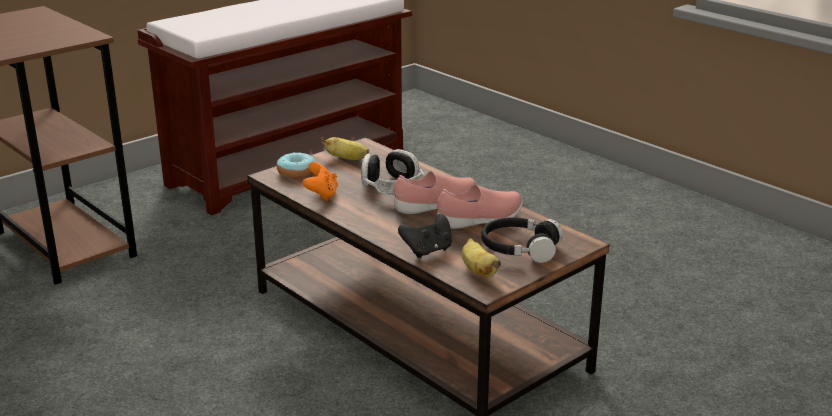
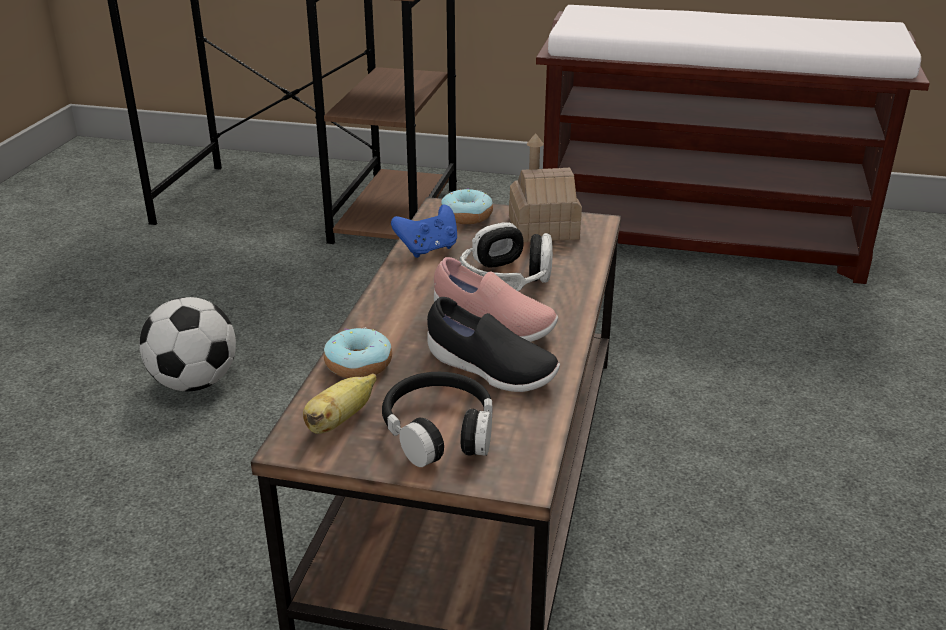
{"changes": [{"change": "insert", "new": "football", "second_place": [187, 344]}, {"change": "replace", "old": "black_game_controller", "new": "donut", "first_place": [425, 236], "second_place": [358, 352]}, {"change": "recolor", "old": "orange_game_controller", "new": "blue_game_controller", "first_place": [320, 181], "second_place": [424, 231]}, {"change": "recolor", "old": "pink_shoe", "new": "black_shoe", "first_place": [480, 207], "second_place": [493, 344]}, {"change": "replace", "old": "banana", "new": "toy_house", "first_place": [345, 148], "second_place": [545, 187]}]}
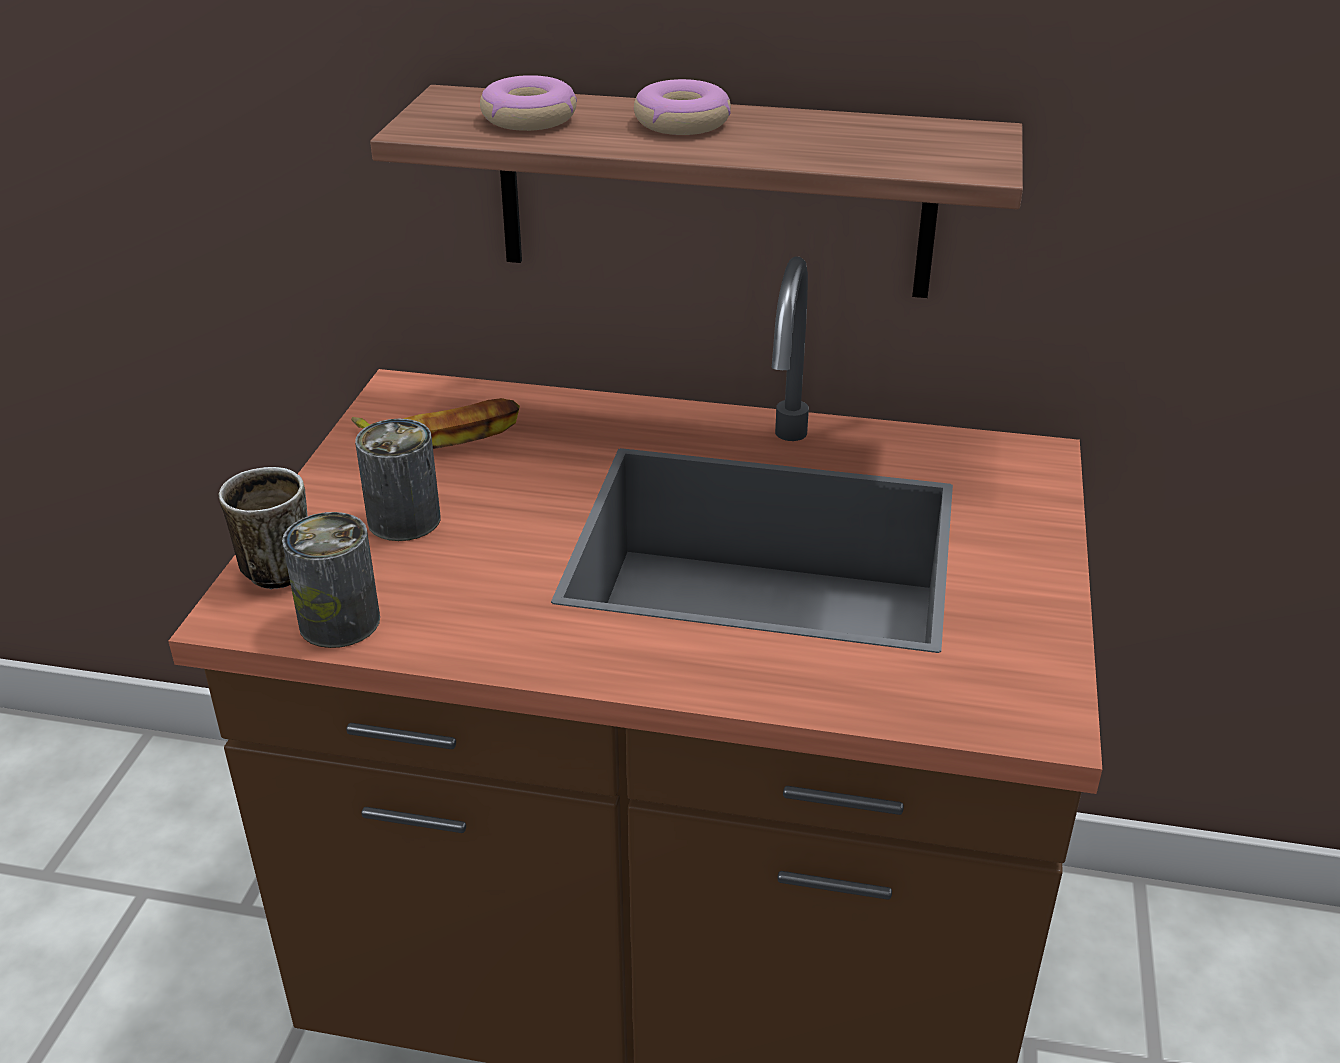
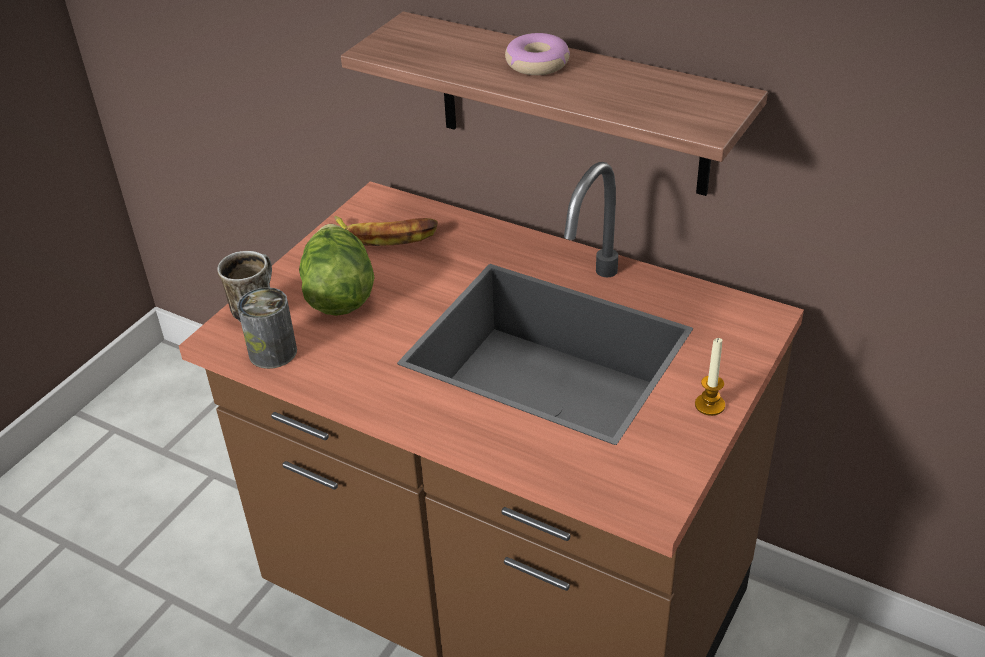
{"changes": [{"change": "replace", "old": "can", "new": "lettuce", "first_place": [397, 480], "second_place": [337, 270]}, {"change": "insert", "new": "candle", "second_place": [710, 377]}, {"change": "delete", "old": "donut", "first_place": [528, 103]}]}
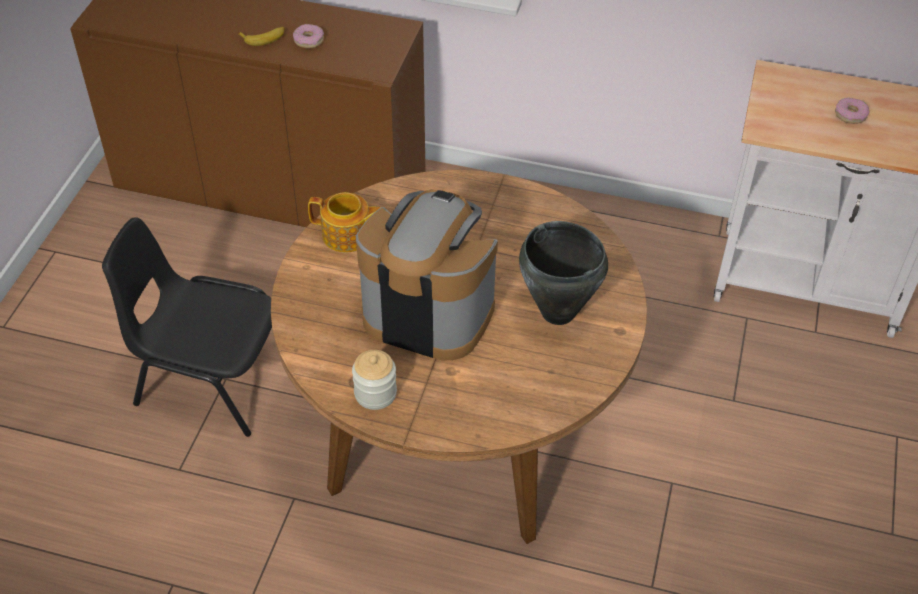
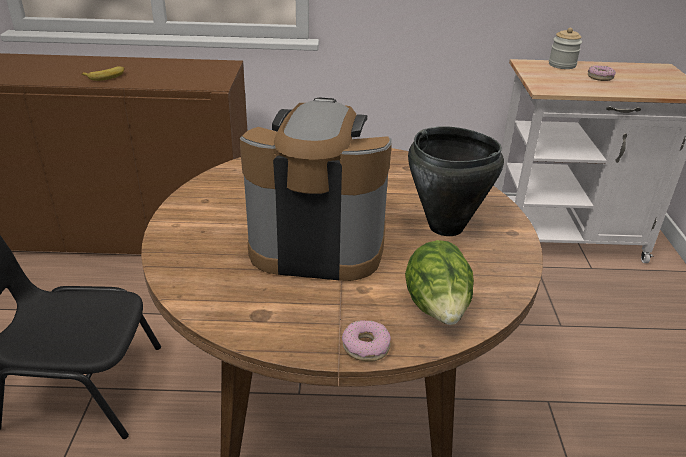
{"changes": [{"change": "move", "old": "donut", "first_place": [308, 36], "second_place": [366, 341]}, {"change": "insert", "new": "lettuce", "second_place": [439, 282]}, {"change": "move", "old": "jar", "first_place": [374, 380], "second_place": [565, 48]}, {"change": "delete", "old": "teapot", "first_place": [344, 222]}]}
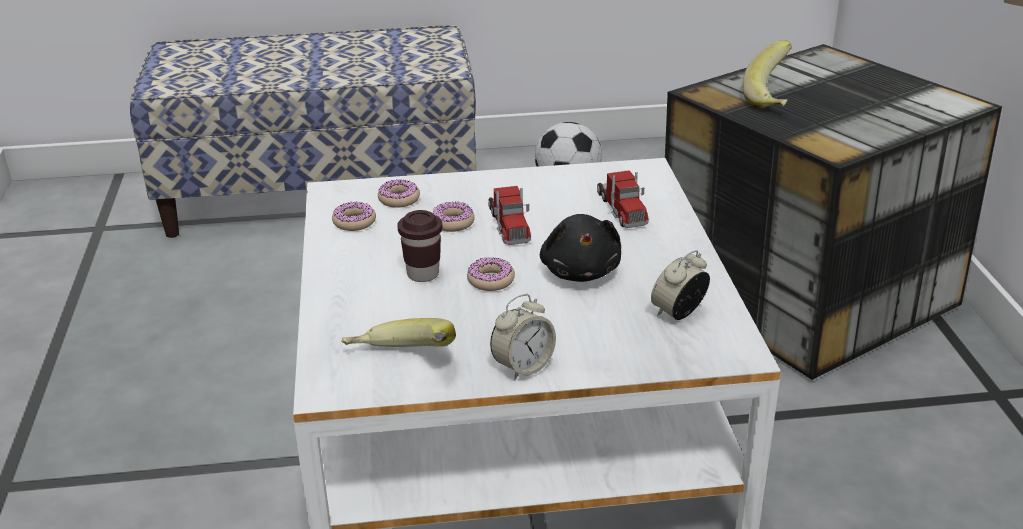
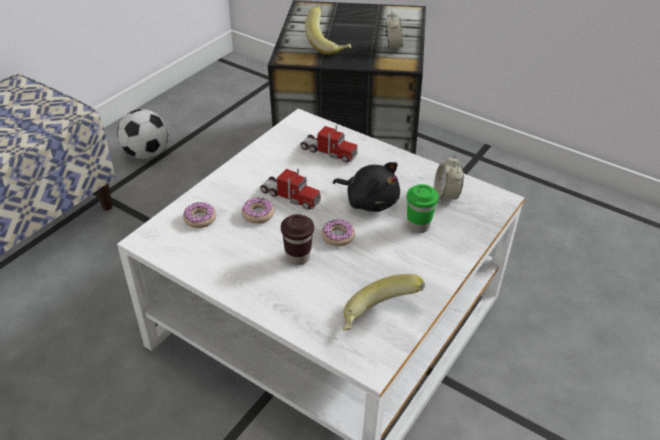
{"changes": [{"change": "move", "old": "alarm_clock", "first_place": [523, 337], "second_place": [394, 31]}, {"change": "insert", "new": "green_cup", "second_place": [423, 208]}, {"change": "delete", "old": "donut", "first_place": [354, 216]}]}
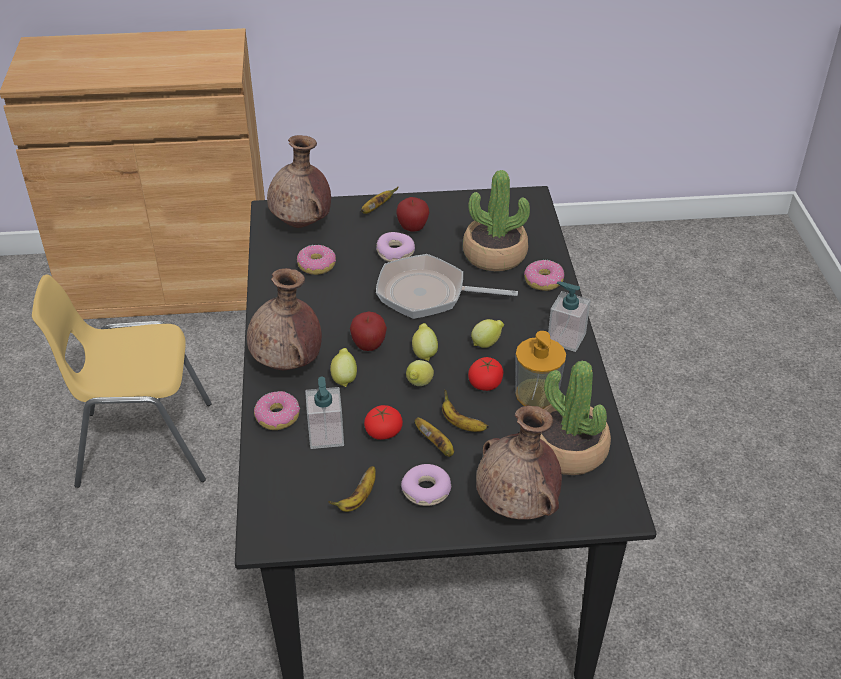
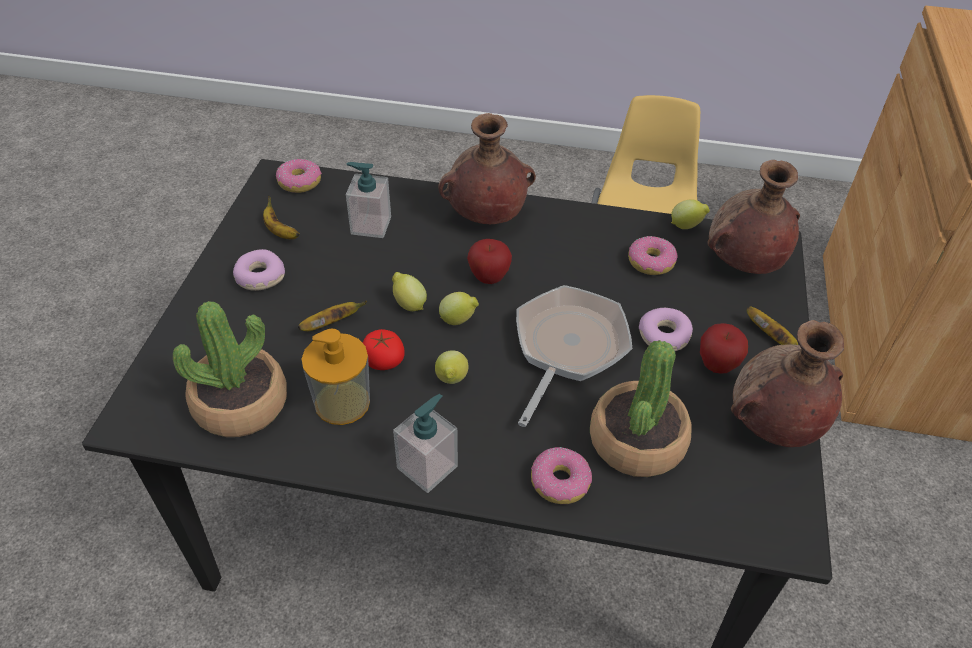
{"changes": [{"change": "move", "old": "donut", "first_place": [277, 410], "second_place": [299, 176]}, {"change": "move", "old": "lemon", "first_place": [343, 367], "second_place": [690, 214]}, {"change": "move", "old": "brown_vase", "first_place": [519, 463], "second_place": [787, 383]}, {"change": "delete", "old": "tomato", "first_place": [383, 422]}, {"change": "delete", "old": "banana", "first_place": [434, 437]}]}
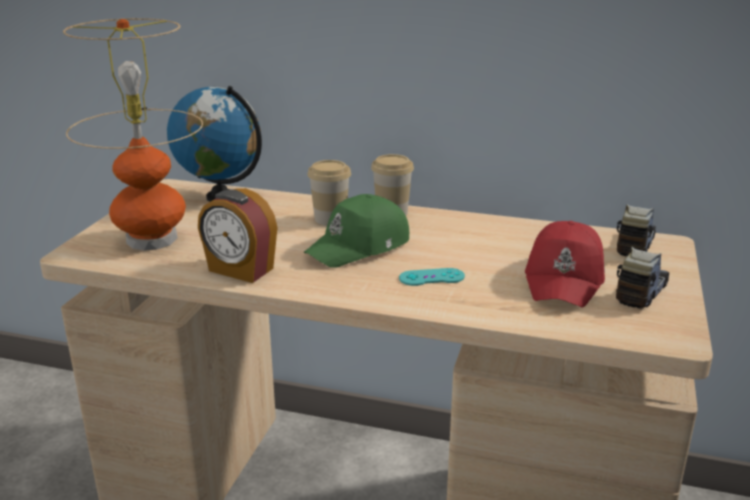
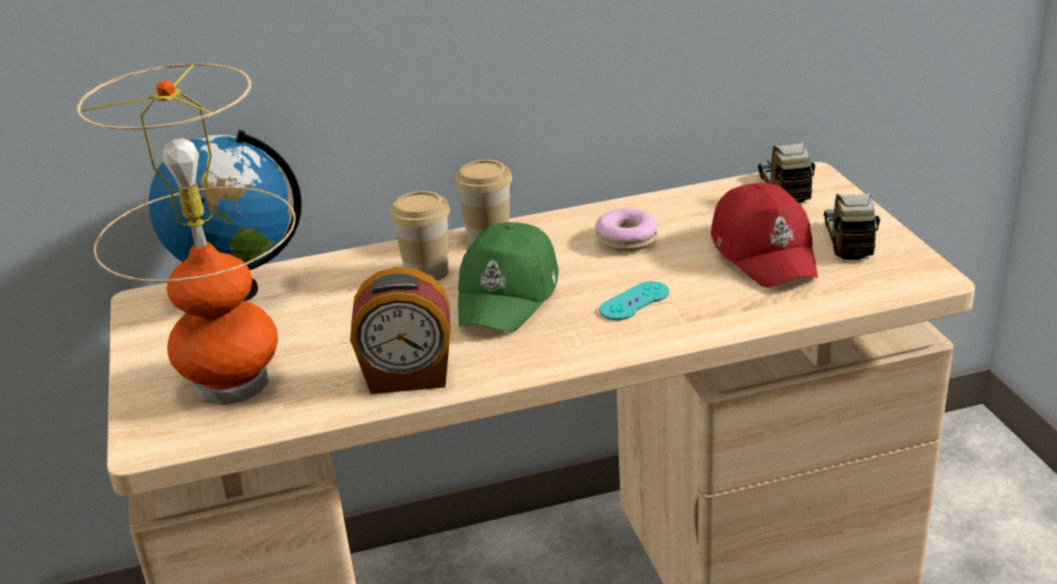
{"changes": [{"change": "insert", "new": "donut", "second_place": [626, 229]}]}
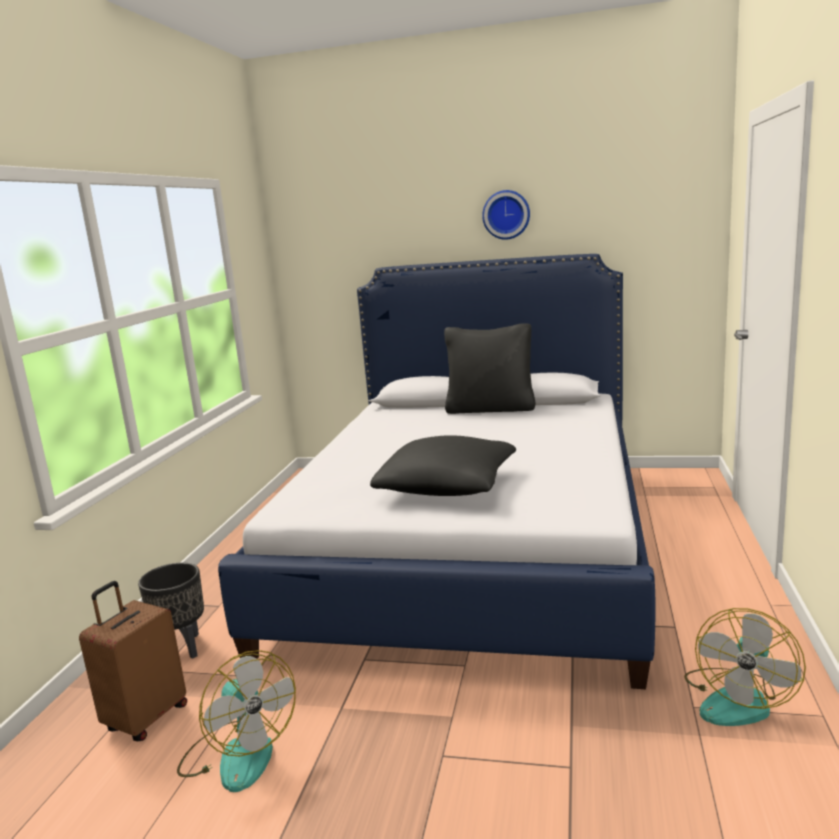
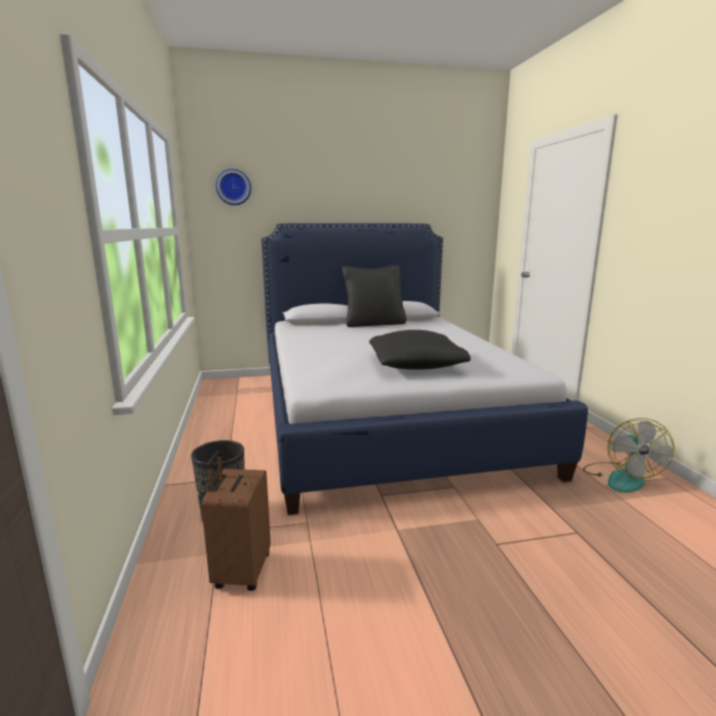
{"changes": [{"change": "move", "old": "wall_clock", "first_place": [506, 215], "second_place": [233, 187]}, {"change": "delete", "old": "fan", "first_place": [236, 721]}]}
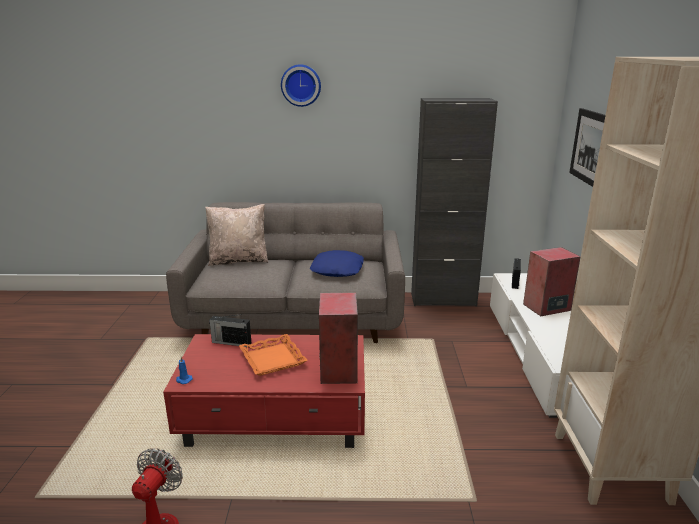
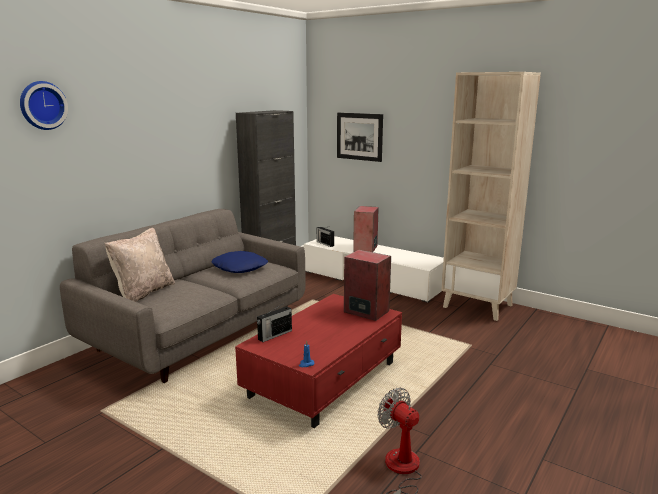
{"changes": [{"change": "move", "old": "wall_clock", "first_place": [301, 85], "second_place": [44, 105]}, {"change": "delete", "old": "orange_tray", "first_place": [273, 355]}]}
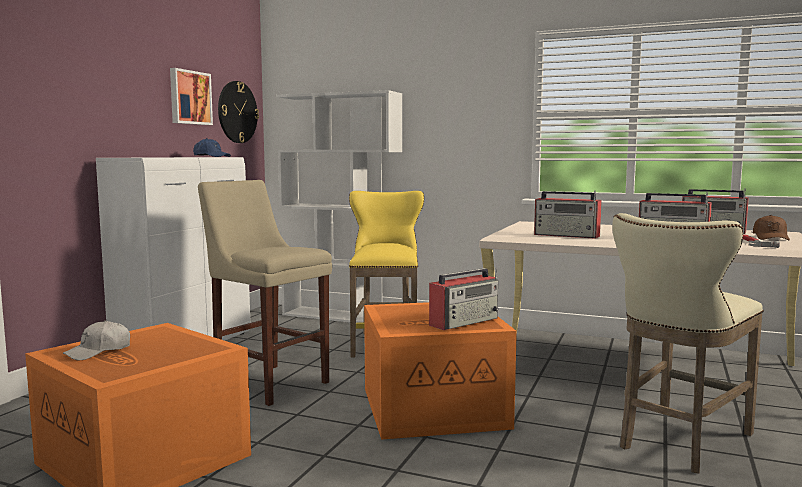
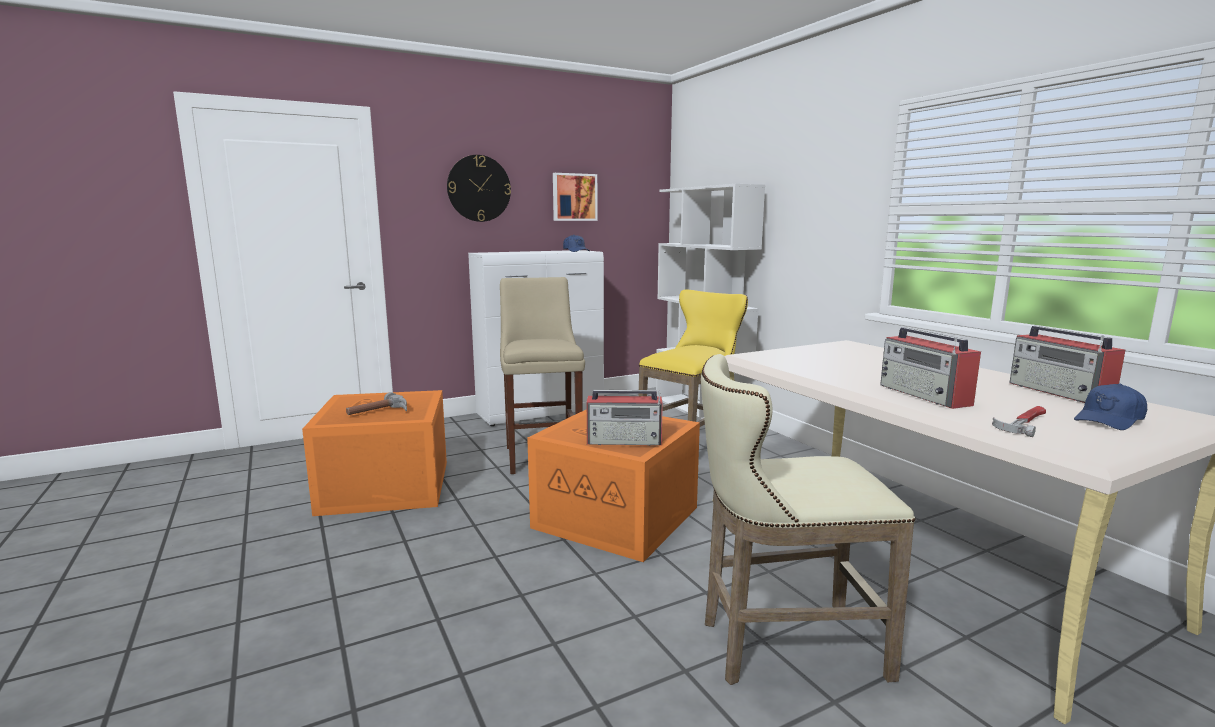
{"changes": [{"change": "insert", "new": "hammer", "second_place": [376, 403]}, {"change": "move", "old": "wall_clock", "first_place": [238, 112], "second_place": [479, 188]}, {"change": "recolor", "old": "brown_cap", "new": "blue_cap", "first_place": [771, 227], "second_place": [1110, 406]}, {"change": "delete", "old": "white_cap", "first_place": [96, 340]}, {"change": "delete", "old": "radio", "first_place": [568, 214]}]}
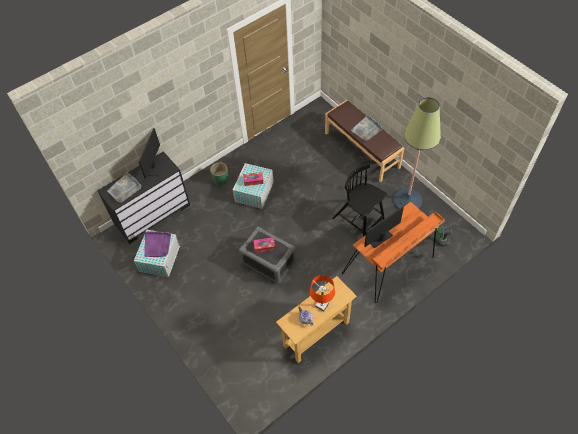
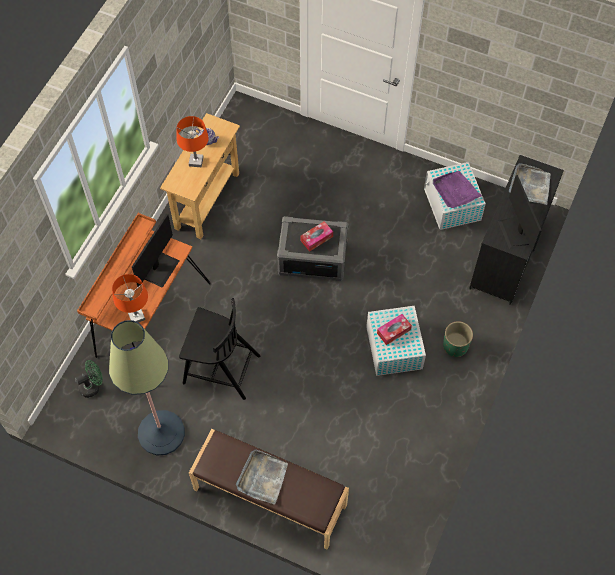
{"changes": [{"change": "insert", "new": "orange_table_lamp", "second_place": [130, 298]}]}
